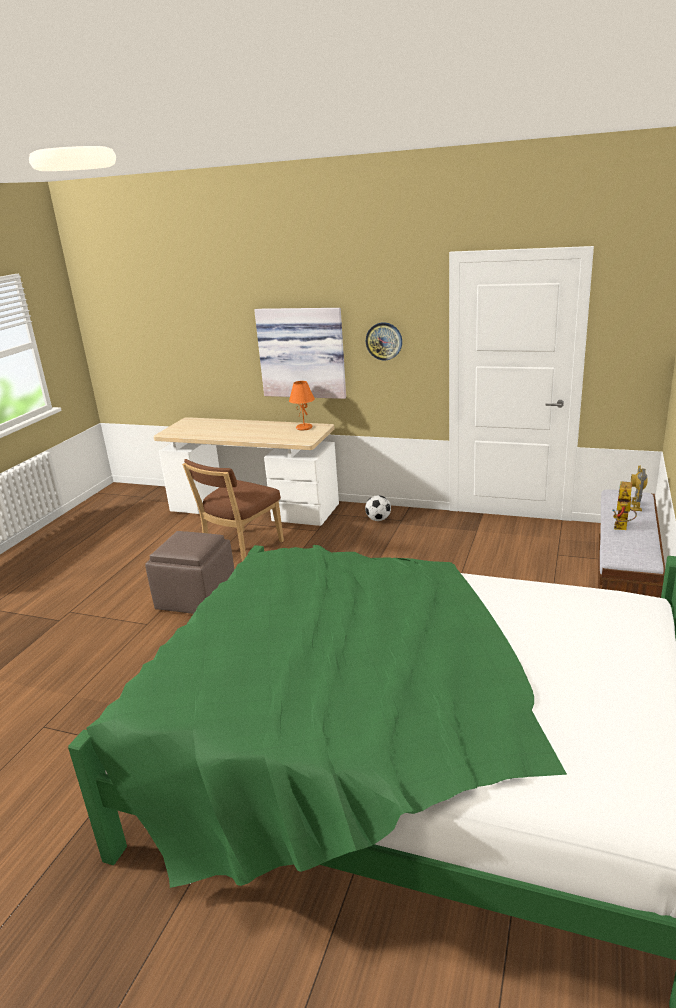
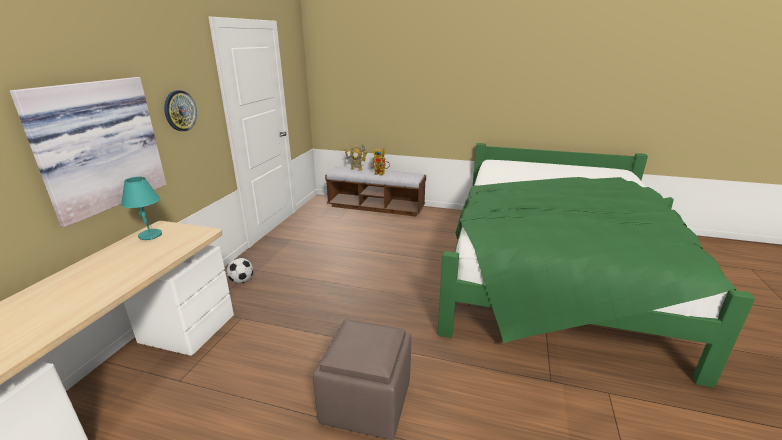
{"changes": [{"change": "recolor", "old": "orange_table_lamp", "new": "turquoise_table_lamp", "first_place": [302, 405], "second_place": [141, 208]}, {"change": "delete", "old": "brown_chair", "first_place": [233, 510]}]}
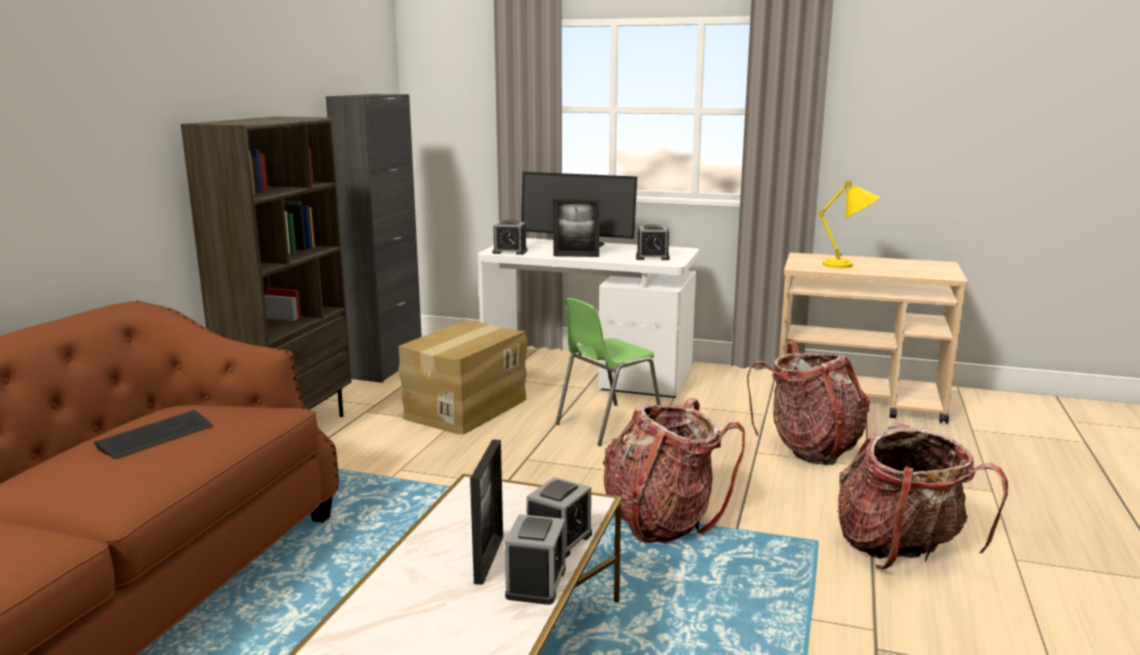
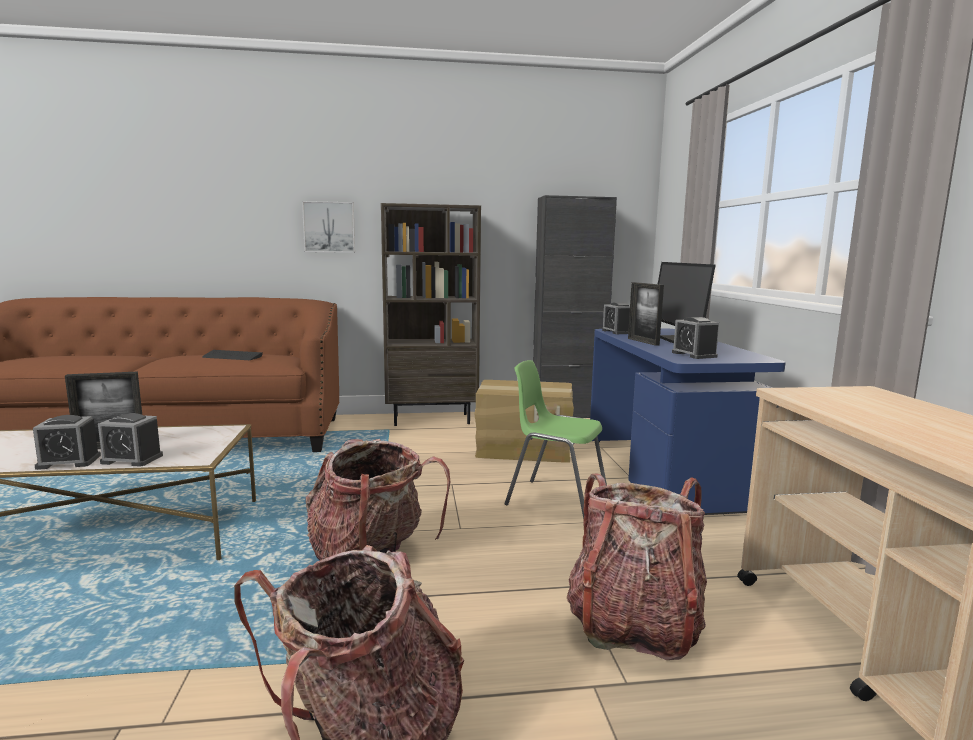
{"changes": [{"change": "insert", "new": "picture", "second_place": [328, 227]}, {"change": "recolor", "old": "white_desk", "new": "blue_desk", "first_place": [588, 318], "second_place": [688, 422]}, {"change": "delete", "old": "yellow_table_lamp", "first_place": [849, 224]}]}
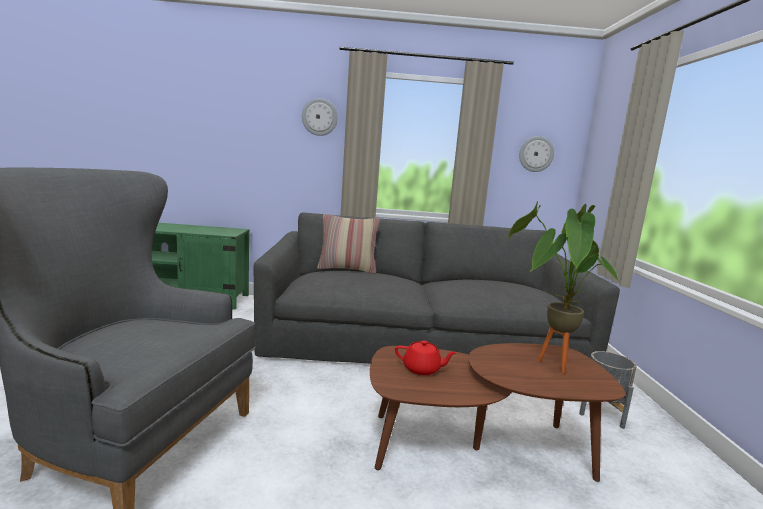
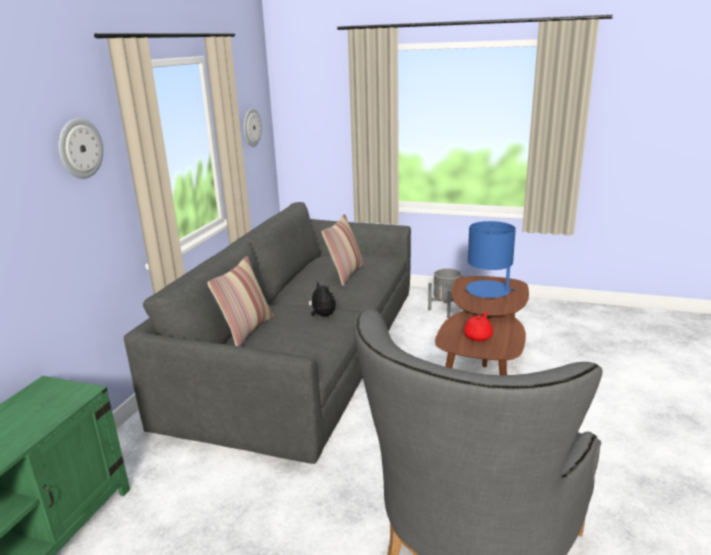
{"changes": [{"change": "insert", "new": "plush_toy", "second_place": [322, 299]}, {"change": "insert", "new": "pillow", "second_place": [343, 250]}, {"change": "replace", "old": "potted_plant", "new": "blue_table_lamp", "first_place": [563, 287], "second_place": [491, 259]}]}
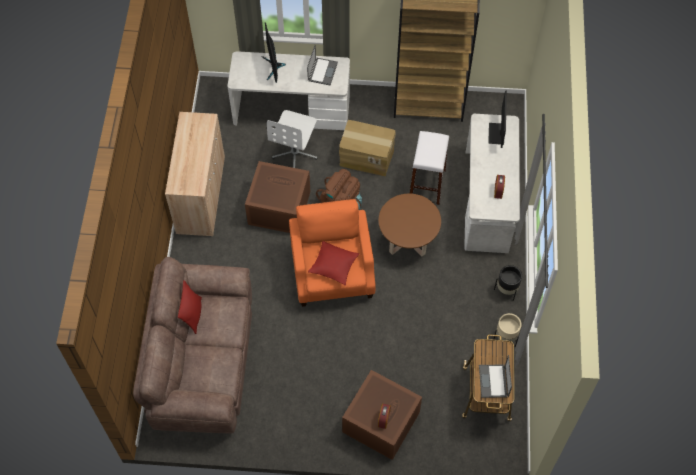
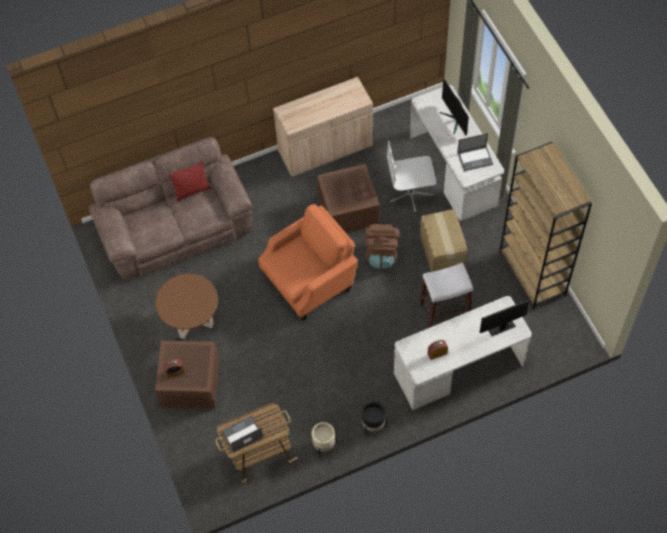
{"changes": [{"change": "move", "old": "brown_coffee_table", "first_place": [409, 225], "second_place": [187, 306]}, {"change": "rotate", "old": "monitor", "first_place": [273, 52], "second_place": [454, 107], "degrees": -75}, {"change": "delete", "old": "red_pillow", "first_place": [334, 263]}]}
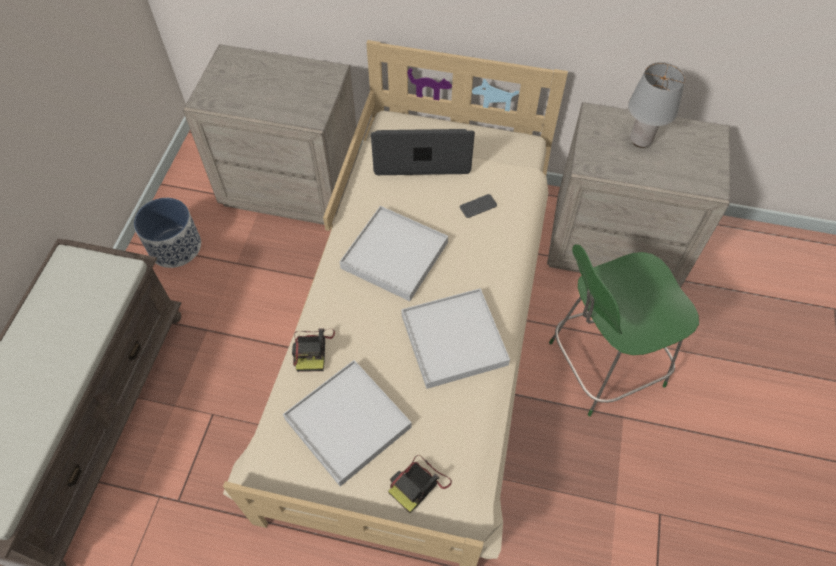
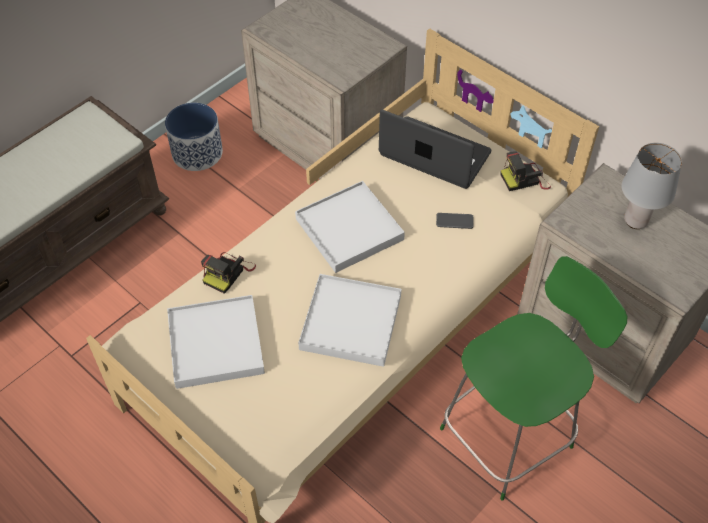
{"changes": [{"change": "rotate", "old": "green_chair", "first_place": [624, 330], "second_place": [533, 378], "degrees": 135}, {"change": "move", "old": "photo_camera", "first_place": [420, 484], "second_place": [526, 171]}]}
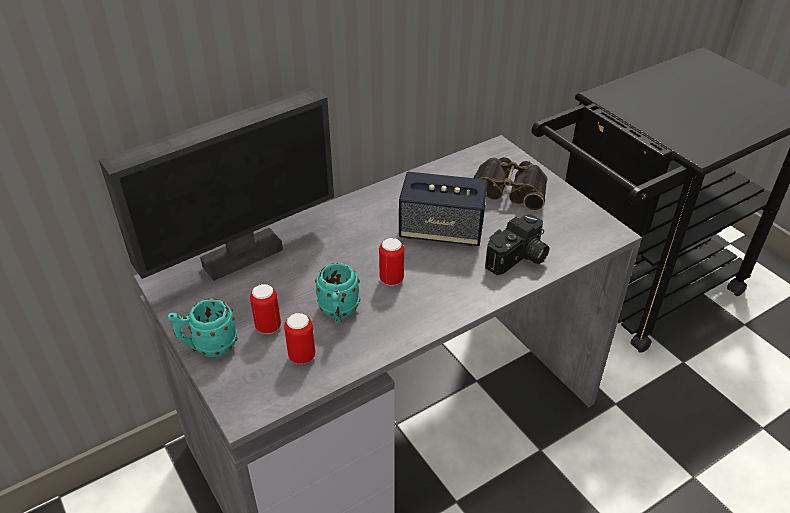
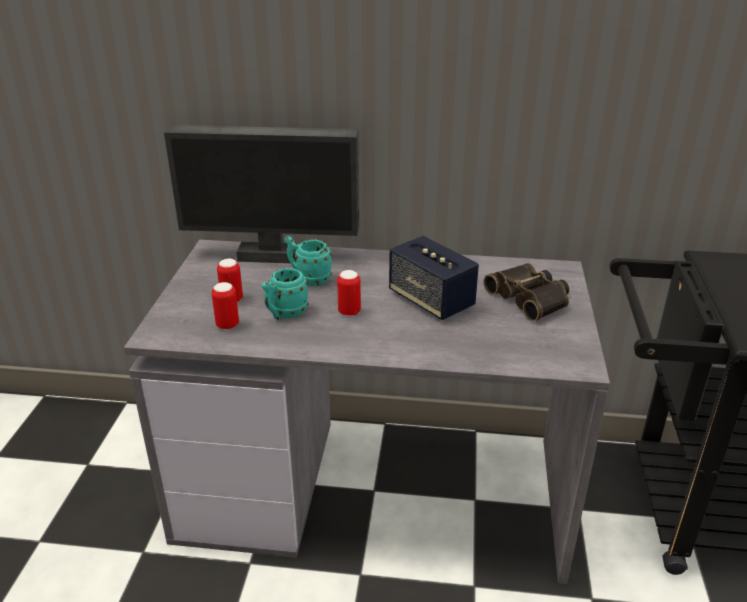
{"changes": [{"change": "move", "old": "turquoise_mug", "first_place": [202, 328], "second_place": [308, 261]}, {"change": "delete", "old": "photo_camera", "first_place": [517, 244]}]}
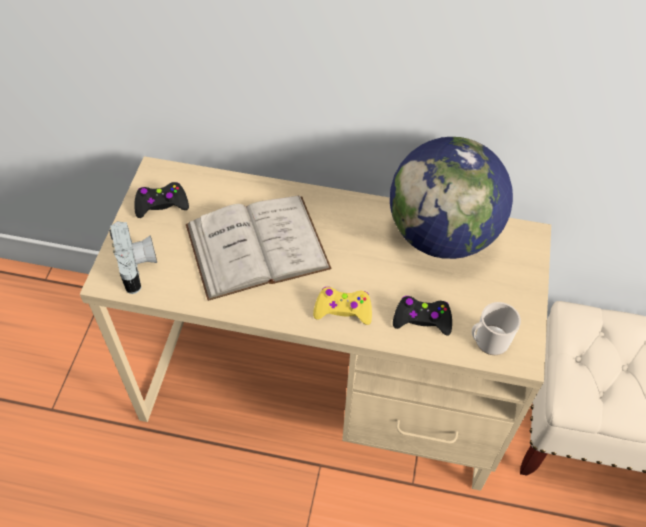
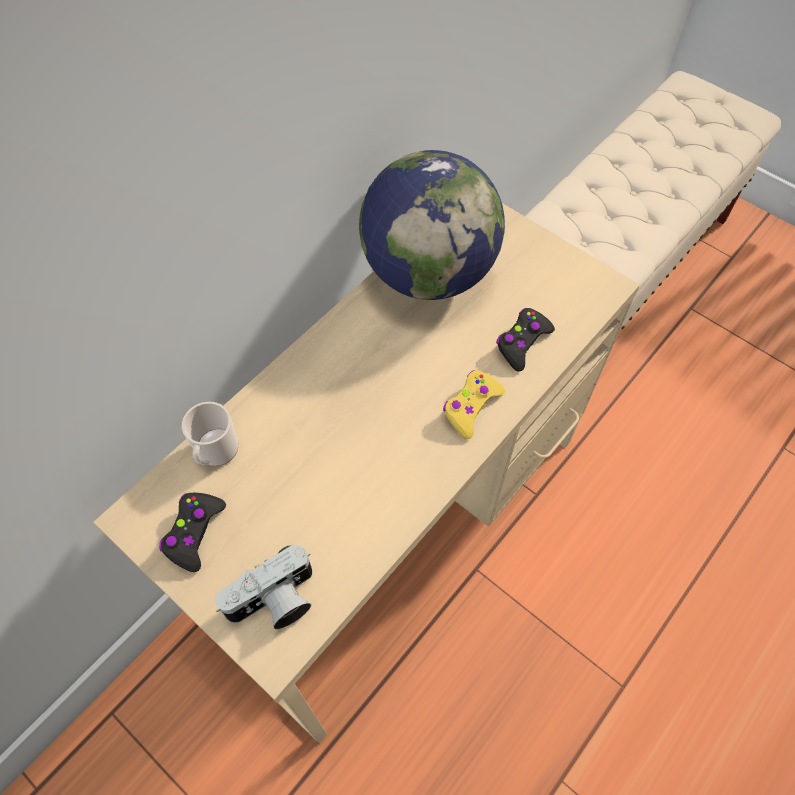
{"changes": [{"change": "move", "old": "mug", "first_place": [496, 328], "second_place": [210, 434]}, {"change": "rotate", "old": "photo_camera", "first_place": [133, 257], "second_place": [264, 586], "degrees": 135}, {"change": "delete", "old": "white_book", "first_place": [258, 248]}]}
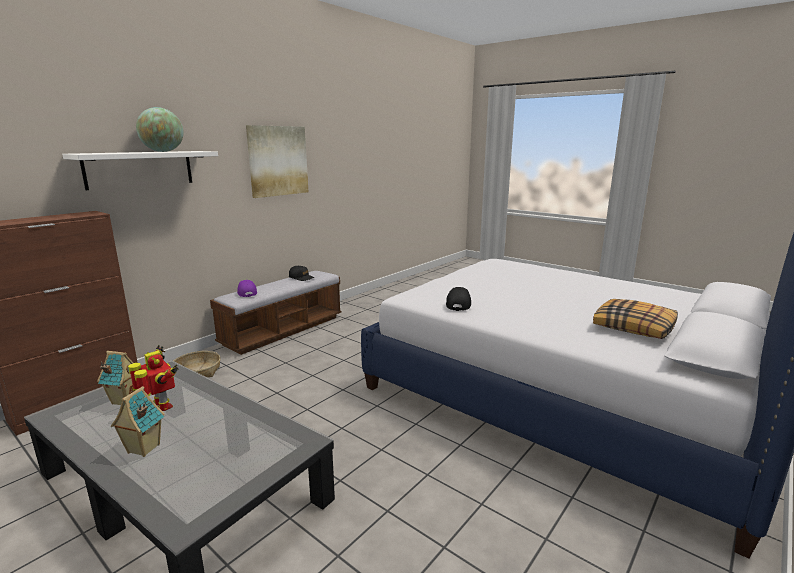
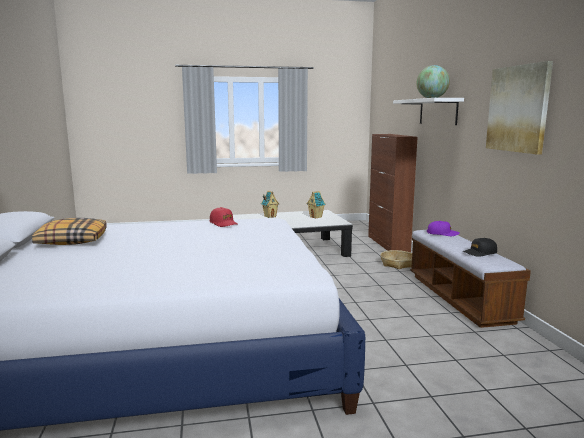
{"changes": [{"change": "recolor", "old": "black_cap", "new": "red_cap", "first_place": [458, 299], "second_place": [223, 217]}, {"change": "delete", "old": "toy_robot", "first_place": [153, 378]}]}
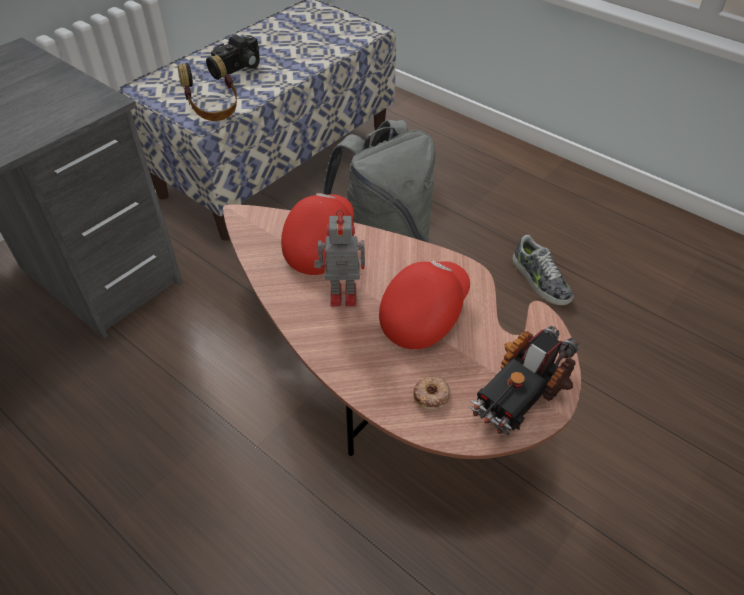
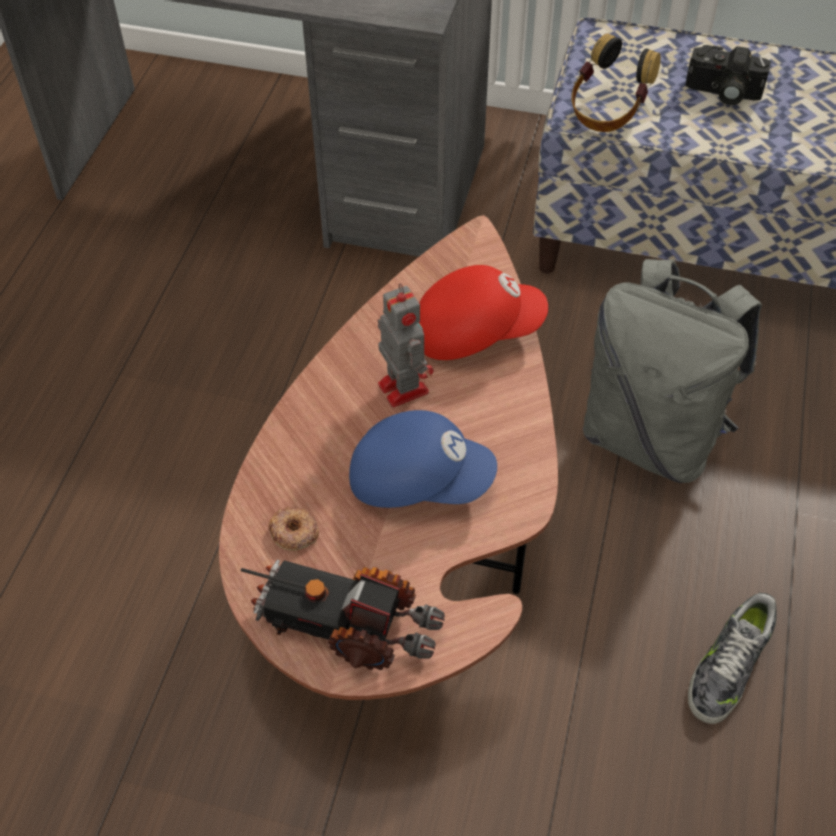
{"changes": [{"change": "recolor", "old": "red_cap", "new": "blue_cap", "first_place": [424, 304], "second_place": [423, 459]}]}
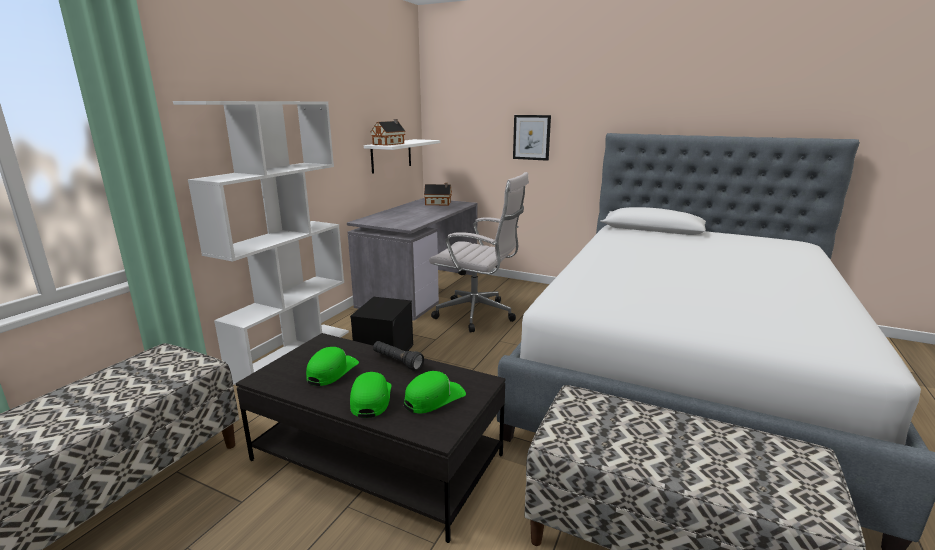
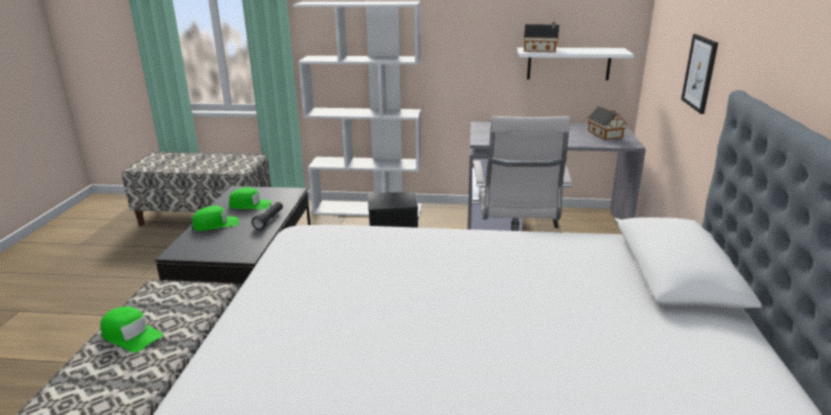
{"changes": [{"change": "move", "old": "green_cap", "first_place": [435, 392], "second_place": [131, 330]}]}
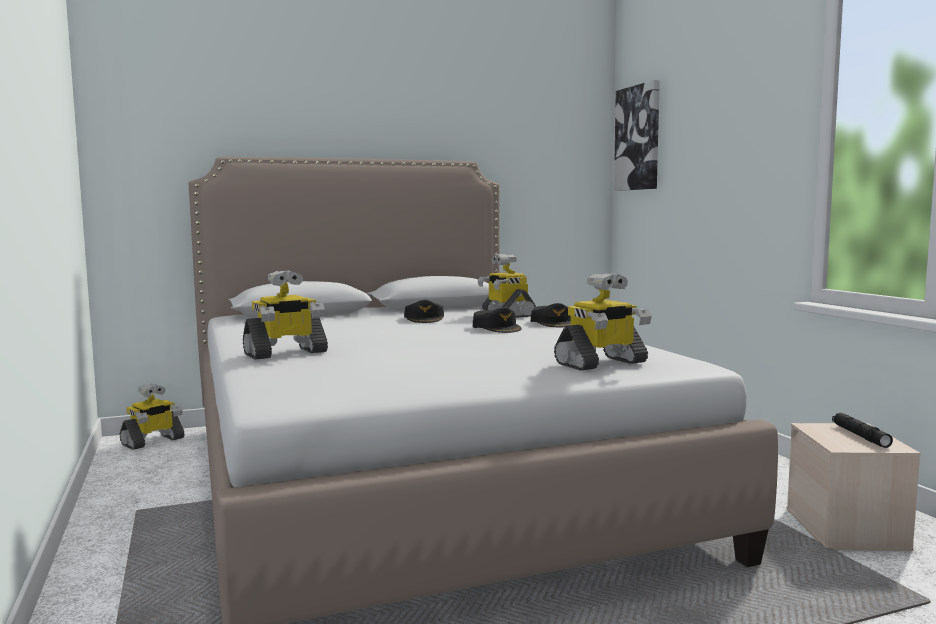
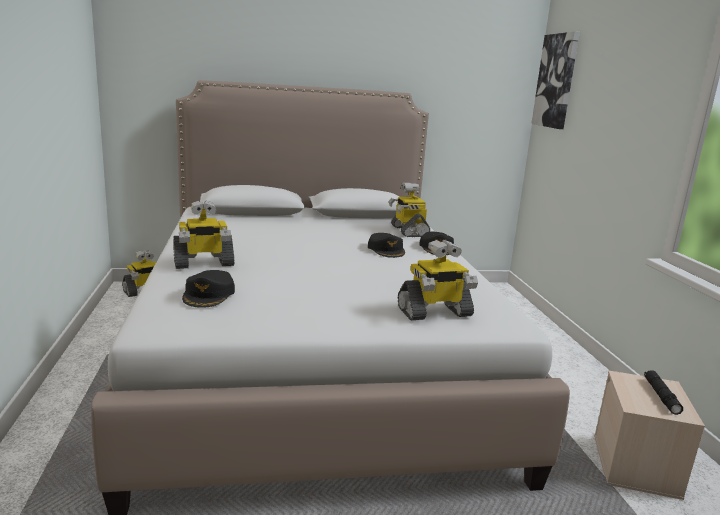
{"changes": [{"change": "move", "old": "black_cap", "first_place": [424, 311], "second_place": [208, 289]}]}
